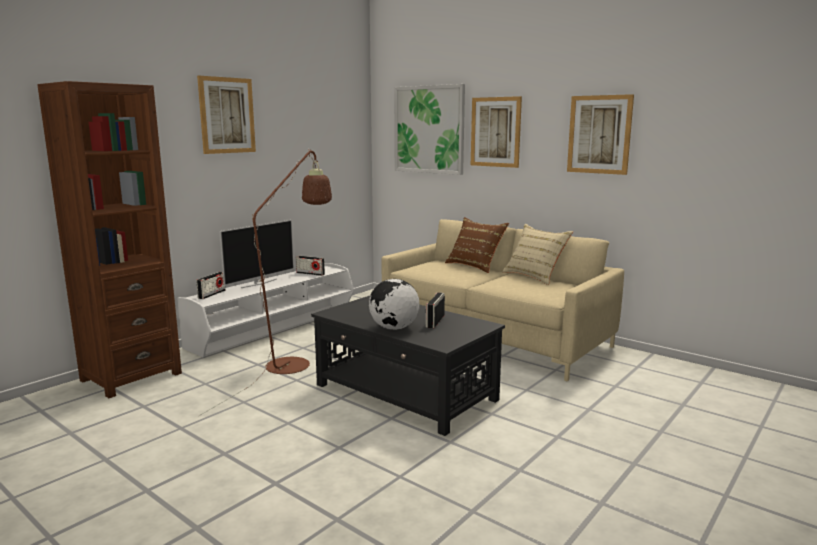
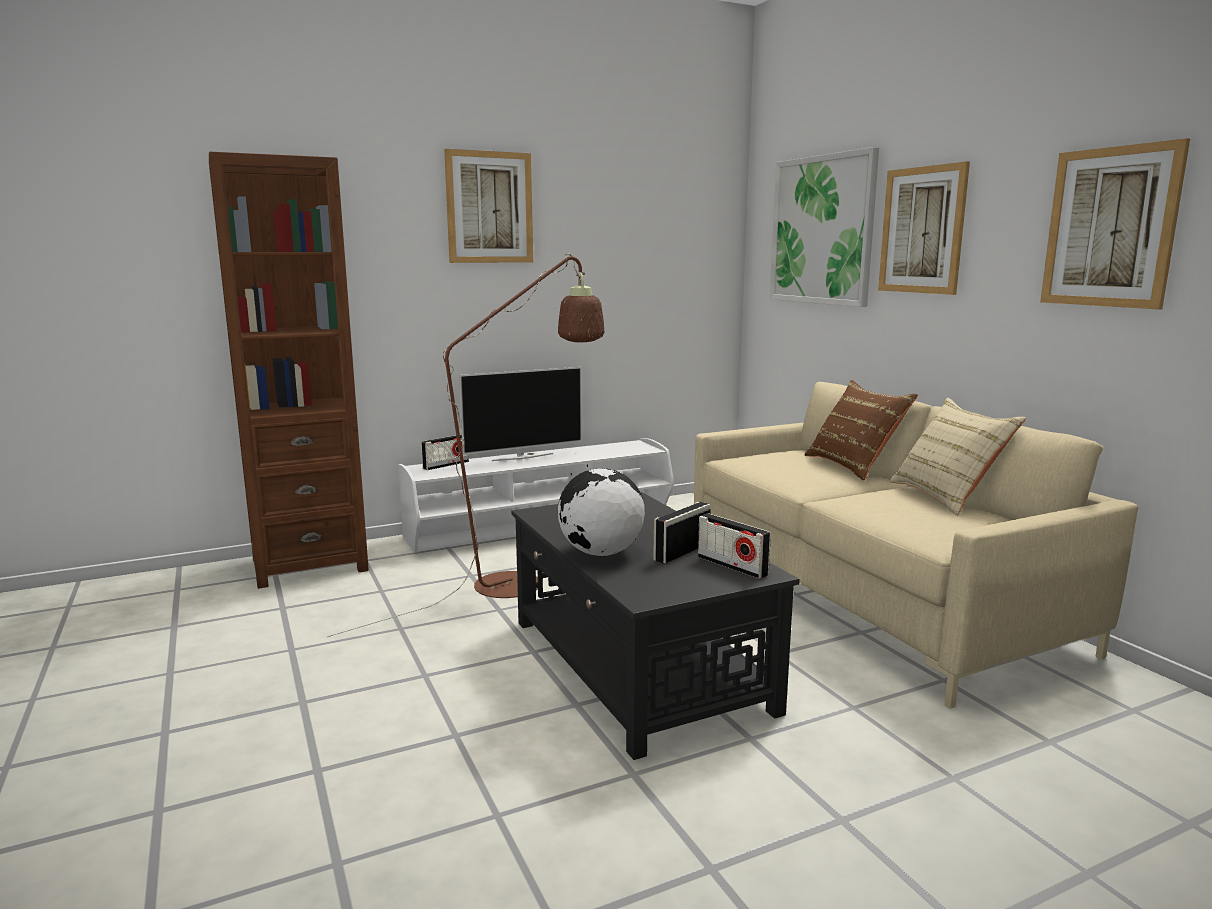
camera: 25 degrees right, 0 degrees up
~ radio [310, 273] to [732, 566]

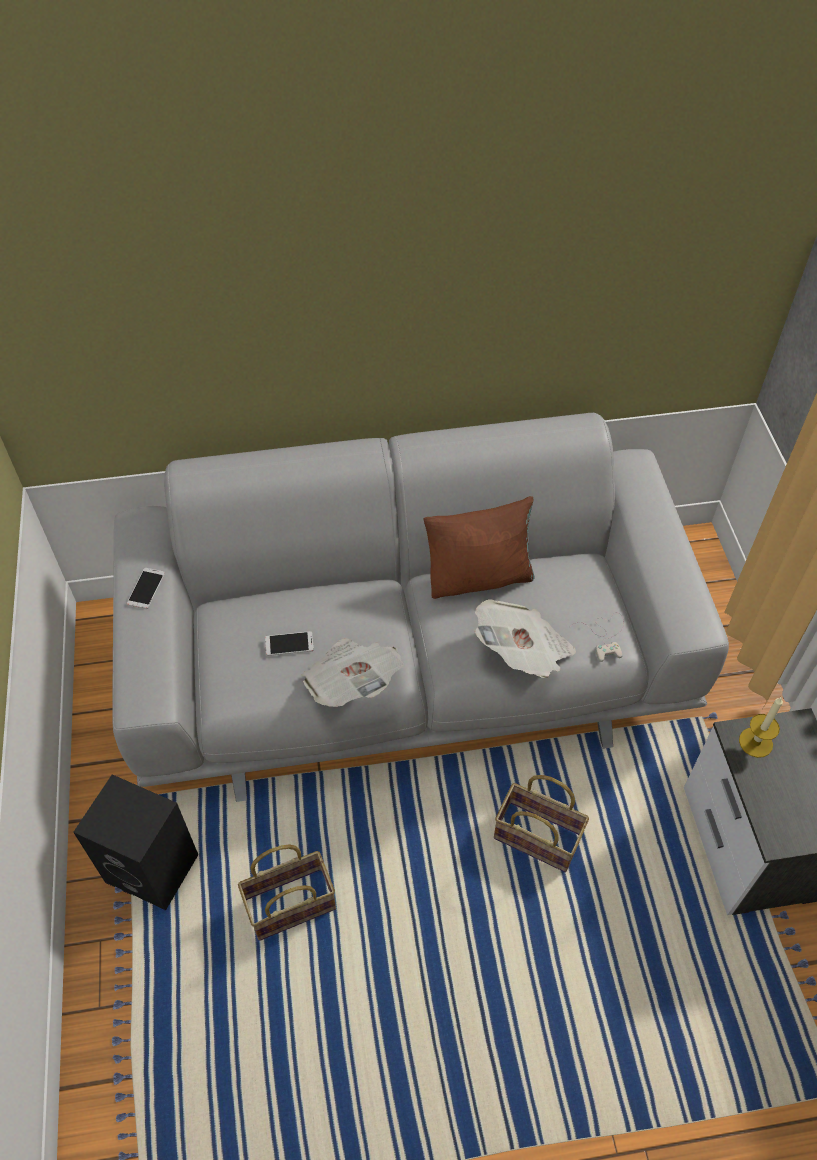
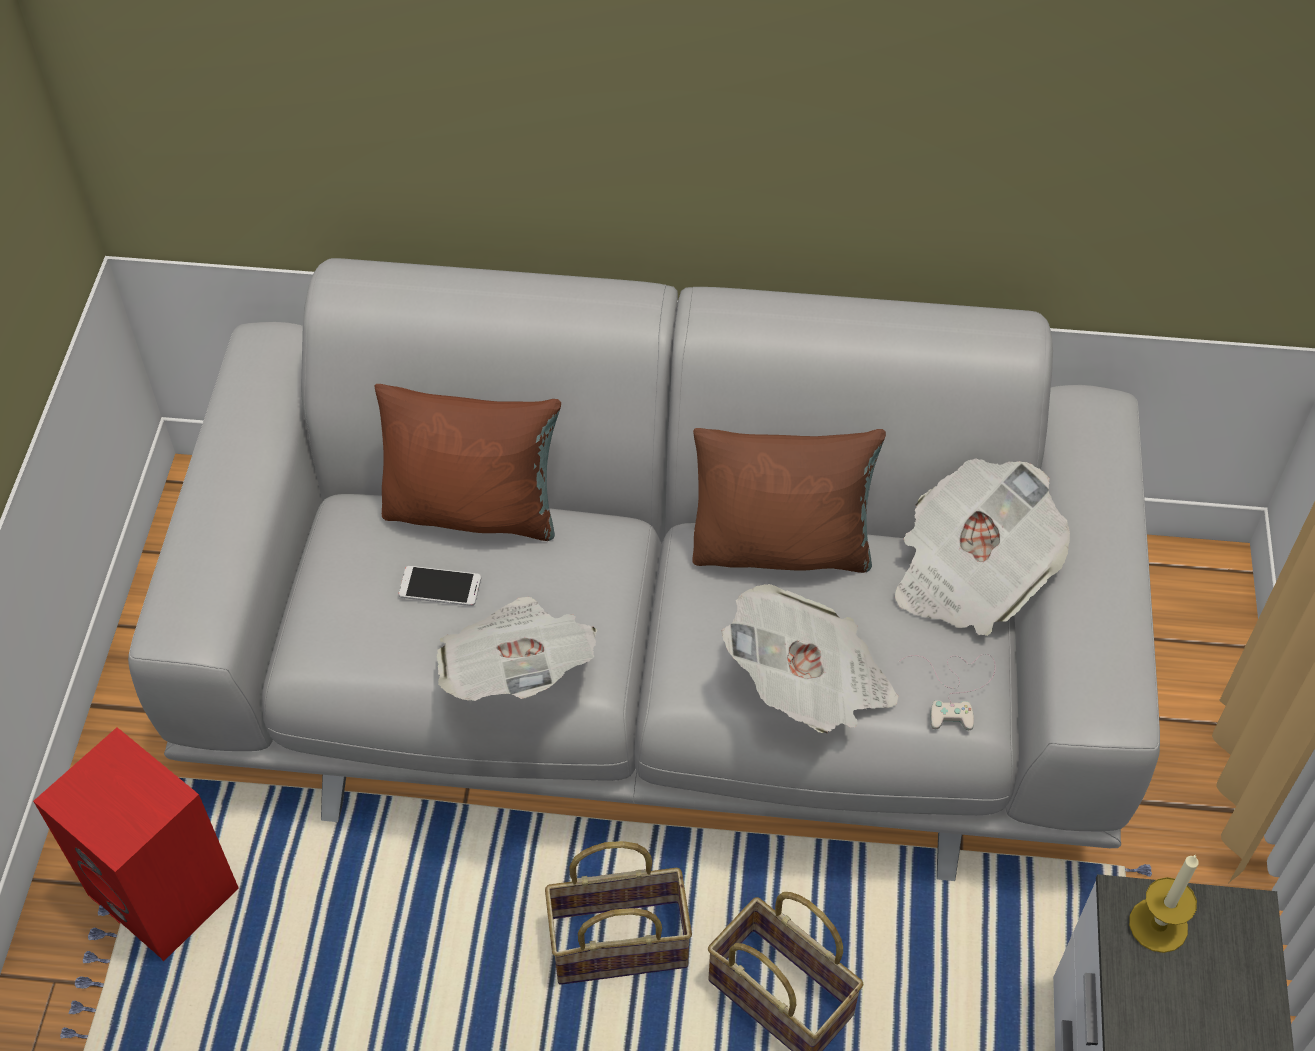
camera: 15 degrees right, 0 degrees up
- móvil [146, 588]
+ cojín [marrón] [474, 510]
+ periódico [969, 573]
~ cesta [292, 902] to [622, 940]
~ altavoz [negro] [155, 868] to altavoz [rojo] [168, 892]

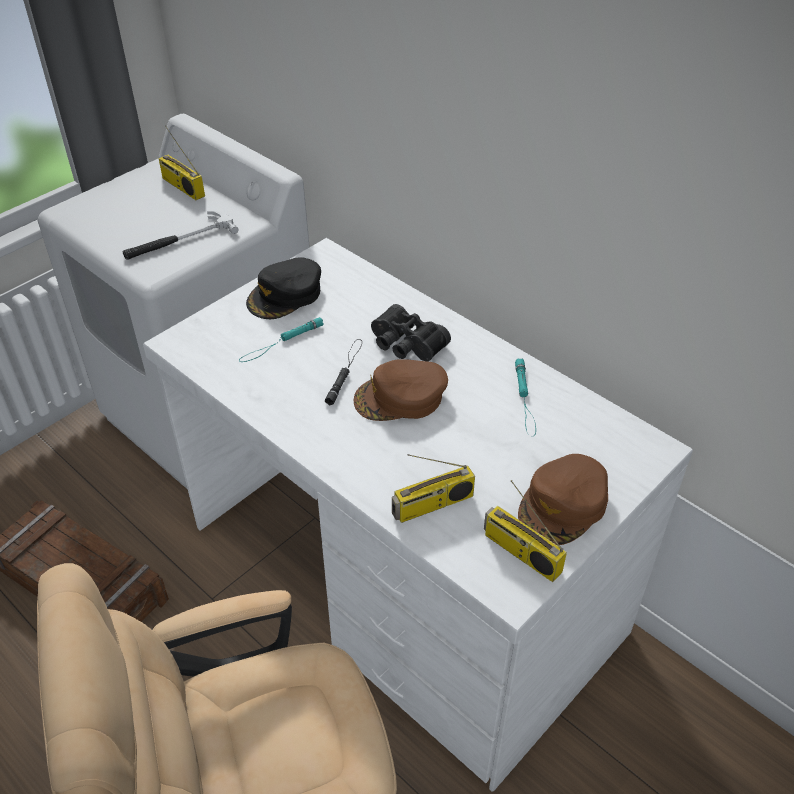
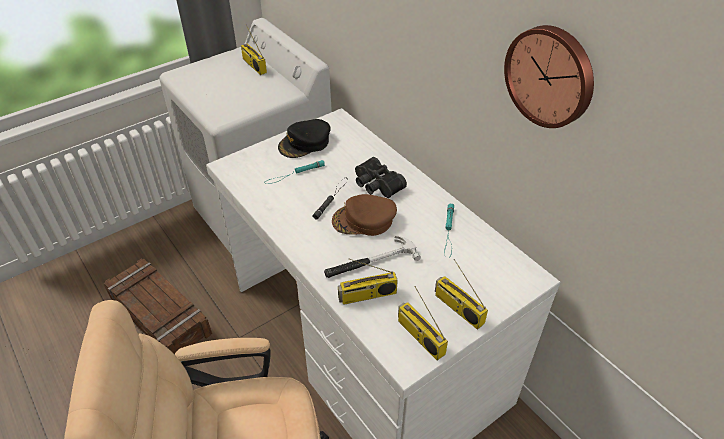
camera: 10 degrees right, 0 degrees up
+ reloj de pared [550, 76]
~ martillo [179, 240] to [370, 262]
~ gorra [marrón] [563, 506] to radio [457, 308]

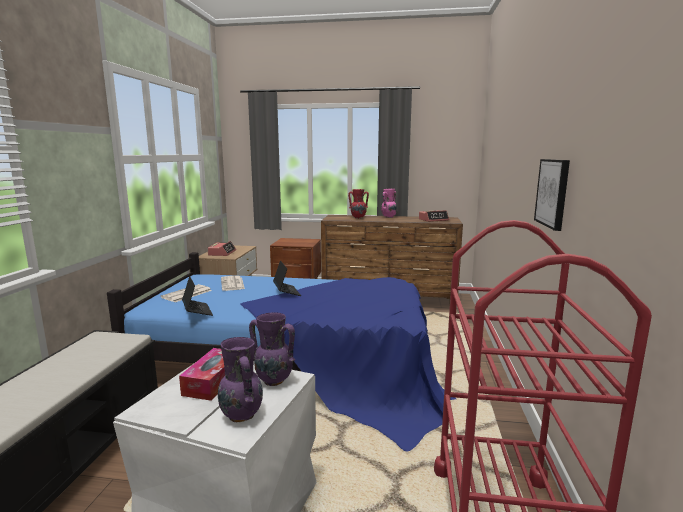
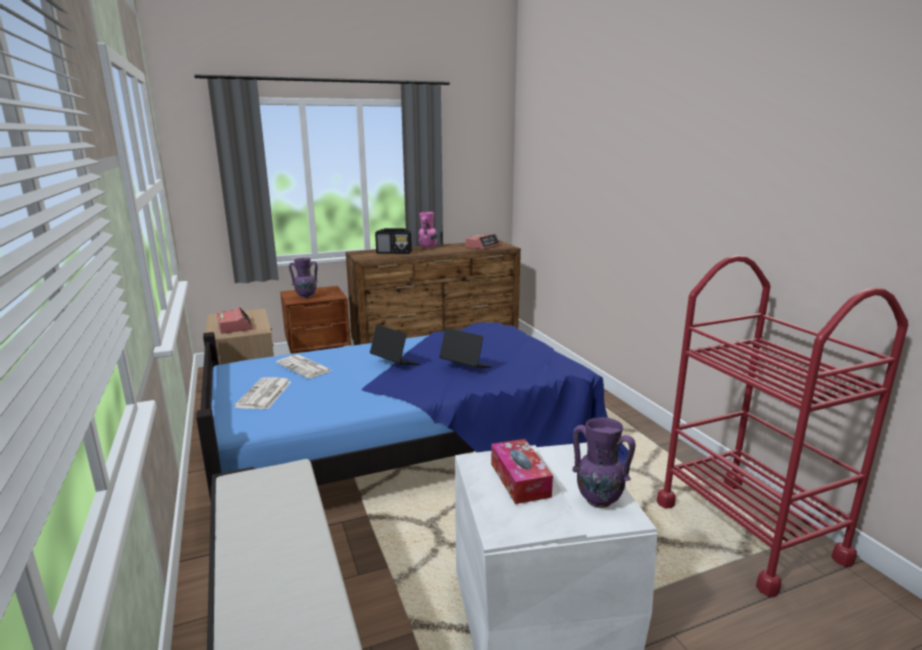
camera: 30 degrees left, 5 degrees up
- cuadro [553, 192]
~ portátil [197, 311] to [465, 367]
~ florero [morado] [274, 380] to [306, 296]
~ florero [rojo] [358, 218] to radio [394, 253]

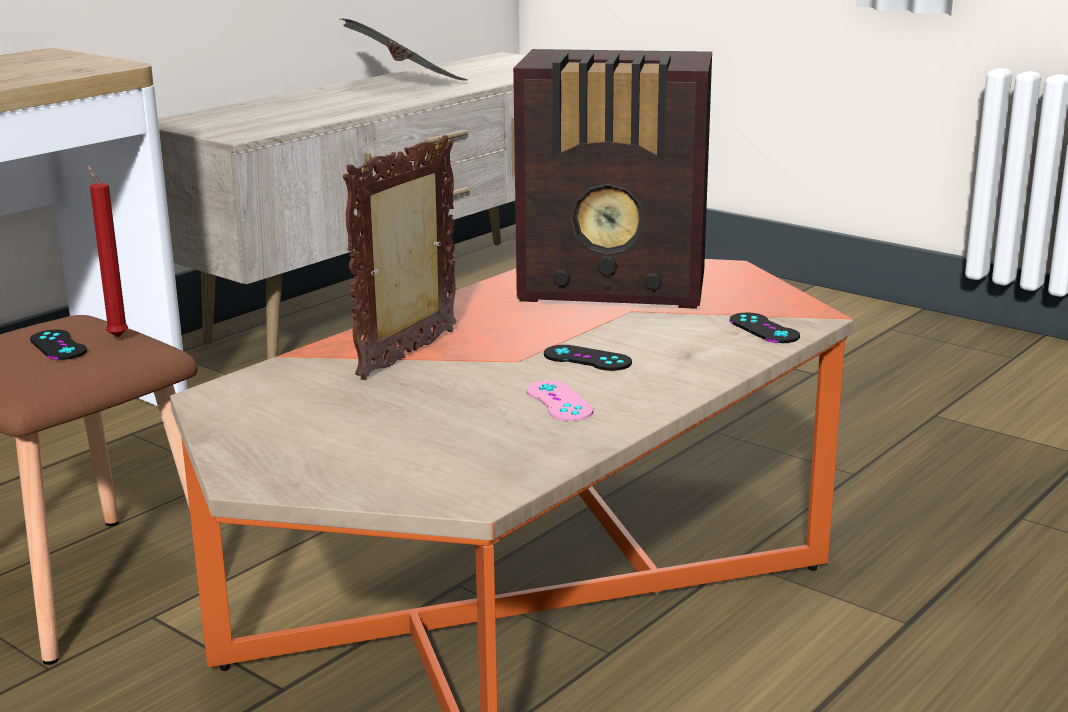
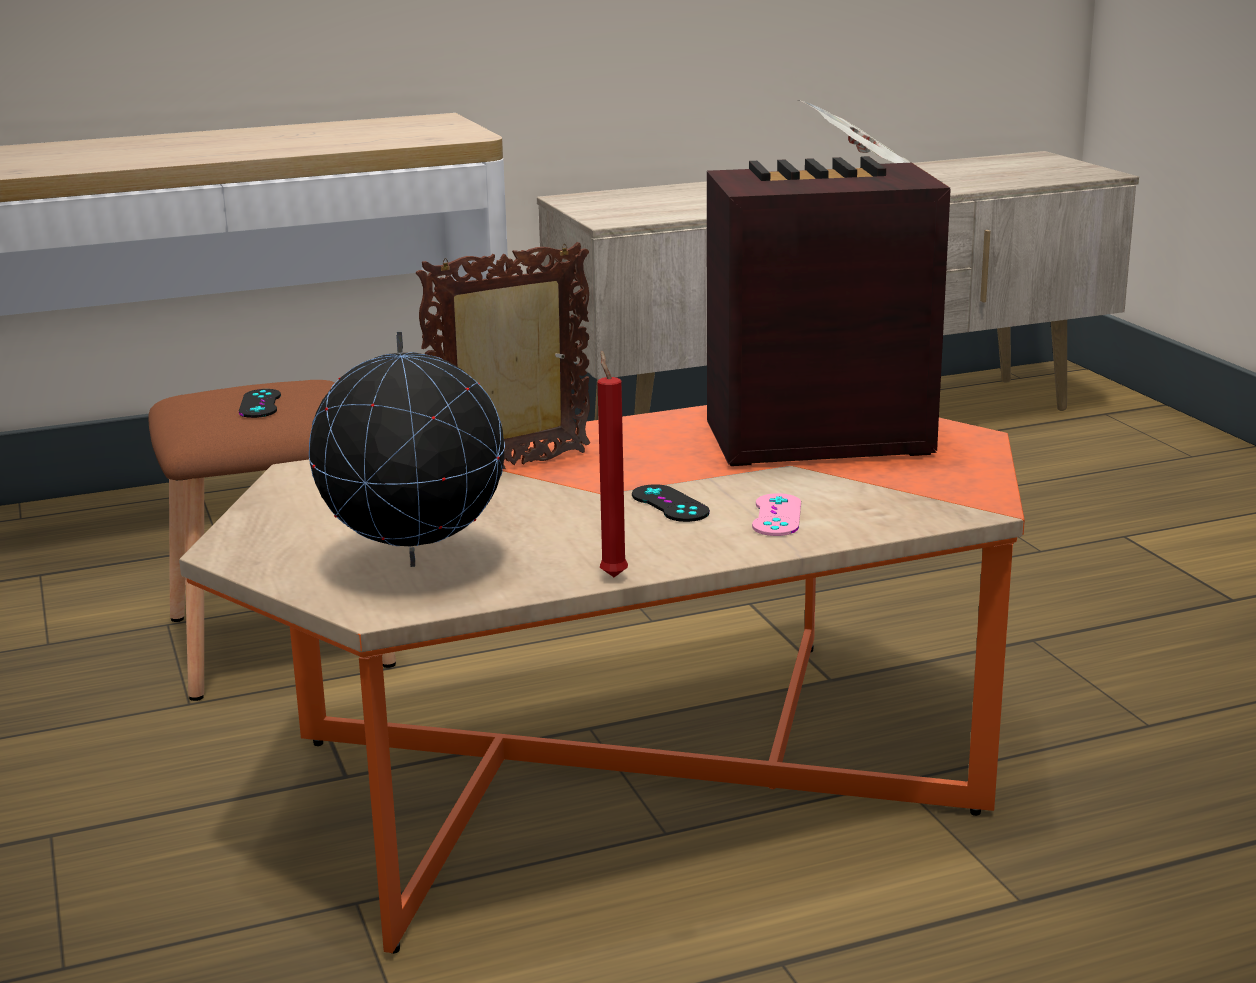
camera: 30 degrees right, 0 degrees up
- mando de consola [negro] [764, 329]
+ globo terráqueo [416, 564]
~ vela [rojo] [116, 336] to [613, 575]
~ mando de consola [rosa] [559, 401] to [777, 515]
~ radio [617, 289] = [812, 438] 135 degrees clockwise

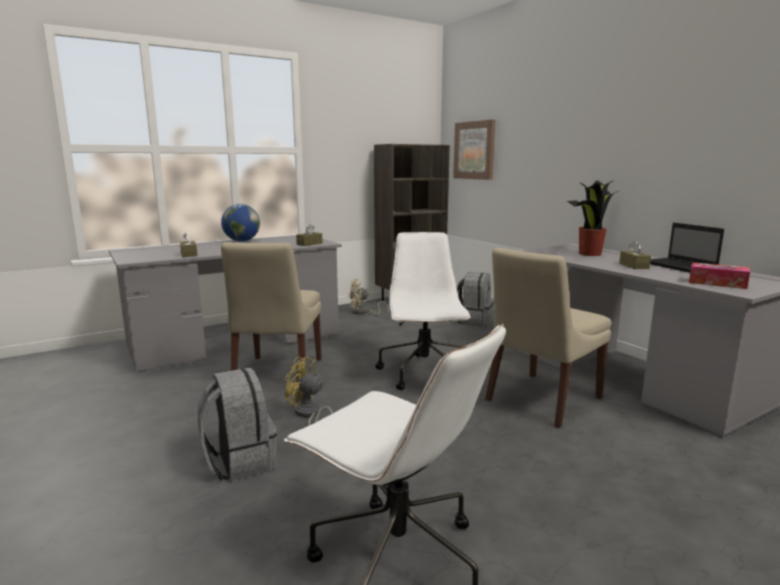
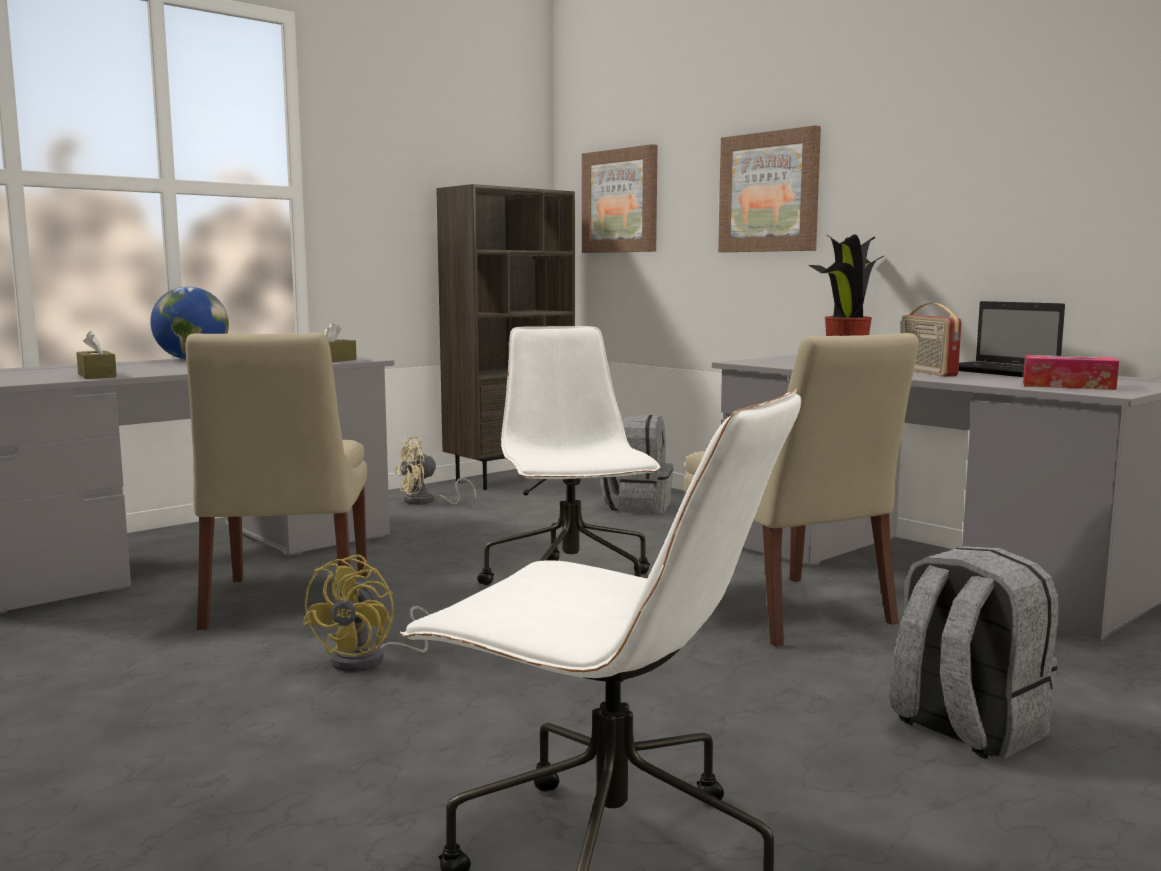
camera: 10 degrees left, 5 degrees down
+ cuadro [769, 192]
~ mochila [gris] [239, 461] to [965, 729]
~ caja de pañuelos [marrón] [634, 266] to radio [926, 372]
~ ventilador [amarillo] [308, 414] = [370, 660] 90 degrees counterclockwise
~ silla [beis] [541, 400] = [791, 612] 60 degrees counterclockwise

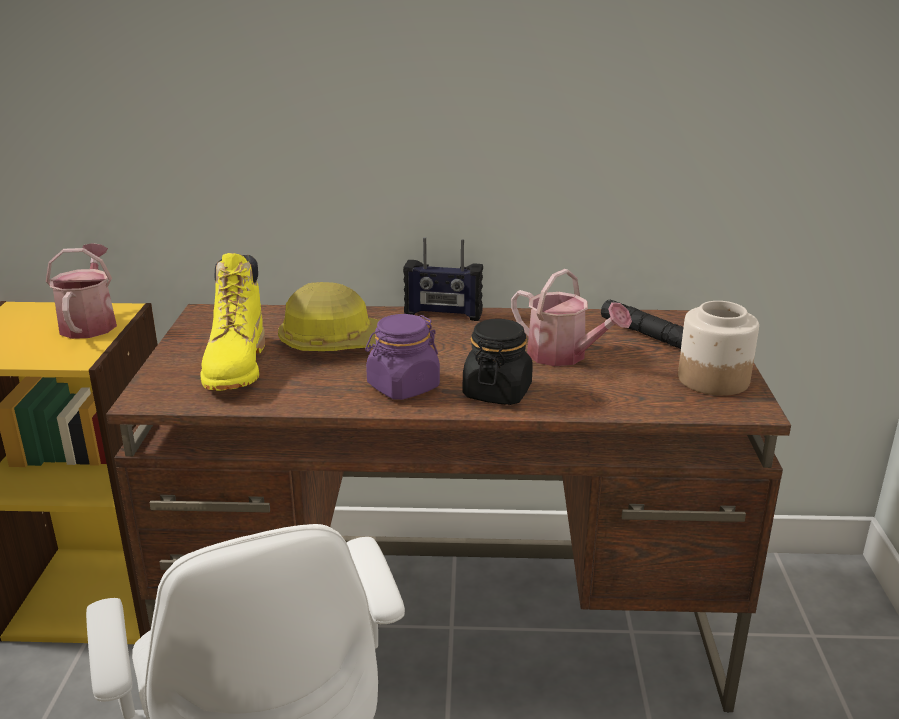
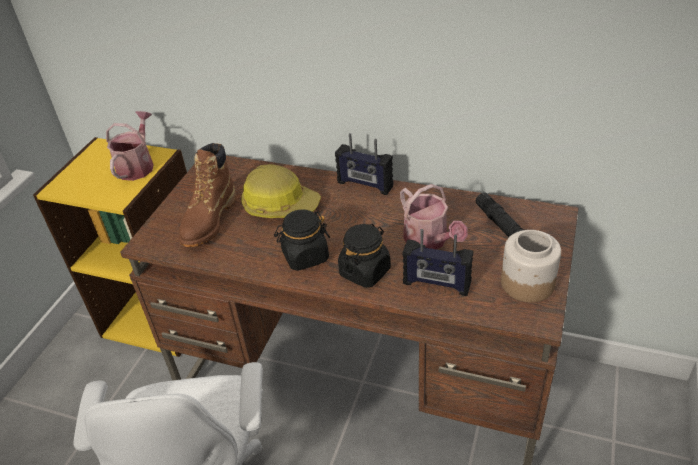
camera: 20 degrees right, 15 degrees up
+ radio [436, 284]
~ bota [amarillo] [236, 367] to bota [marrón] [209, 220]
~ tarro [morado] [403, 387] to tarro [negro] [305, 256]

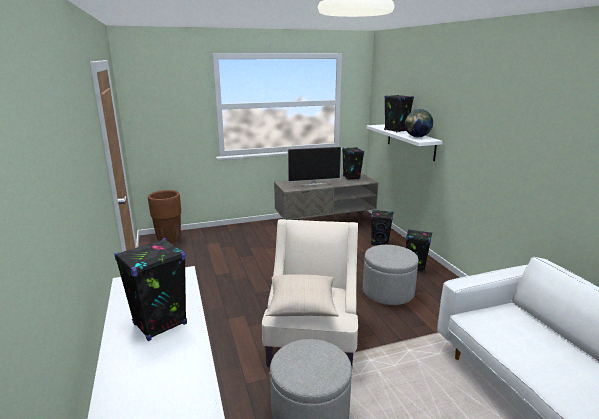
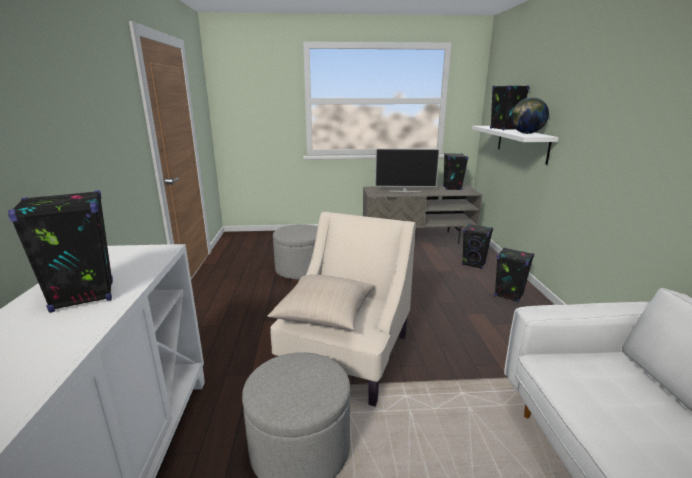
camera: 15 degrees right, 0 degrees up
- maceta [marrón] [169, 239]
~ puf [gris] [388, 292] to [300, 269]

